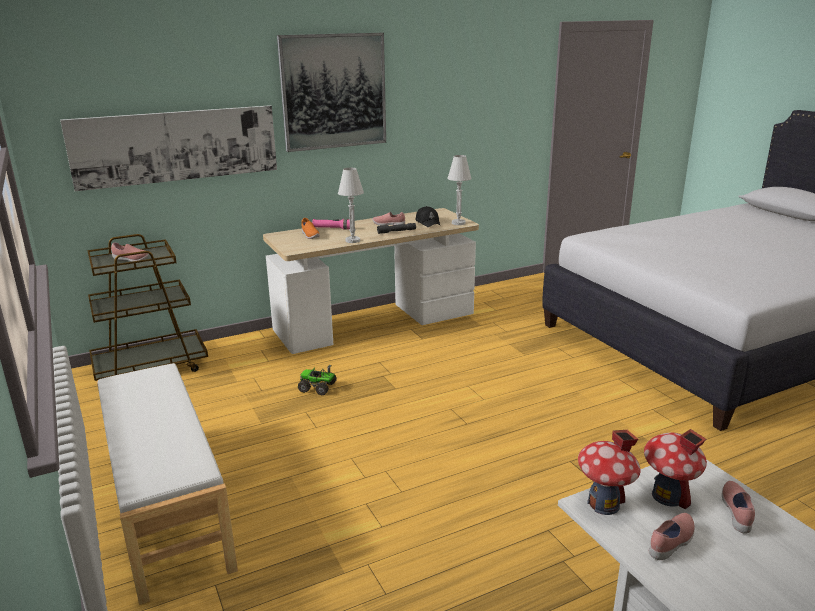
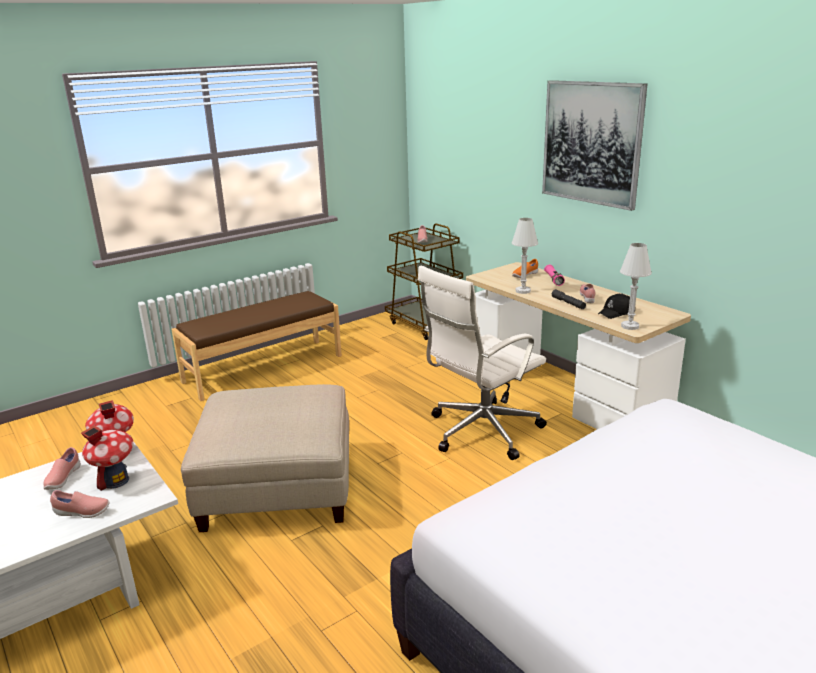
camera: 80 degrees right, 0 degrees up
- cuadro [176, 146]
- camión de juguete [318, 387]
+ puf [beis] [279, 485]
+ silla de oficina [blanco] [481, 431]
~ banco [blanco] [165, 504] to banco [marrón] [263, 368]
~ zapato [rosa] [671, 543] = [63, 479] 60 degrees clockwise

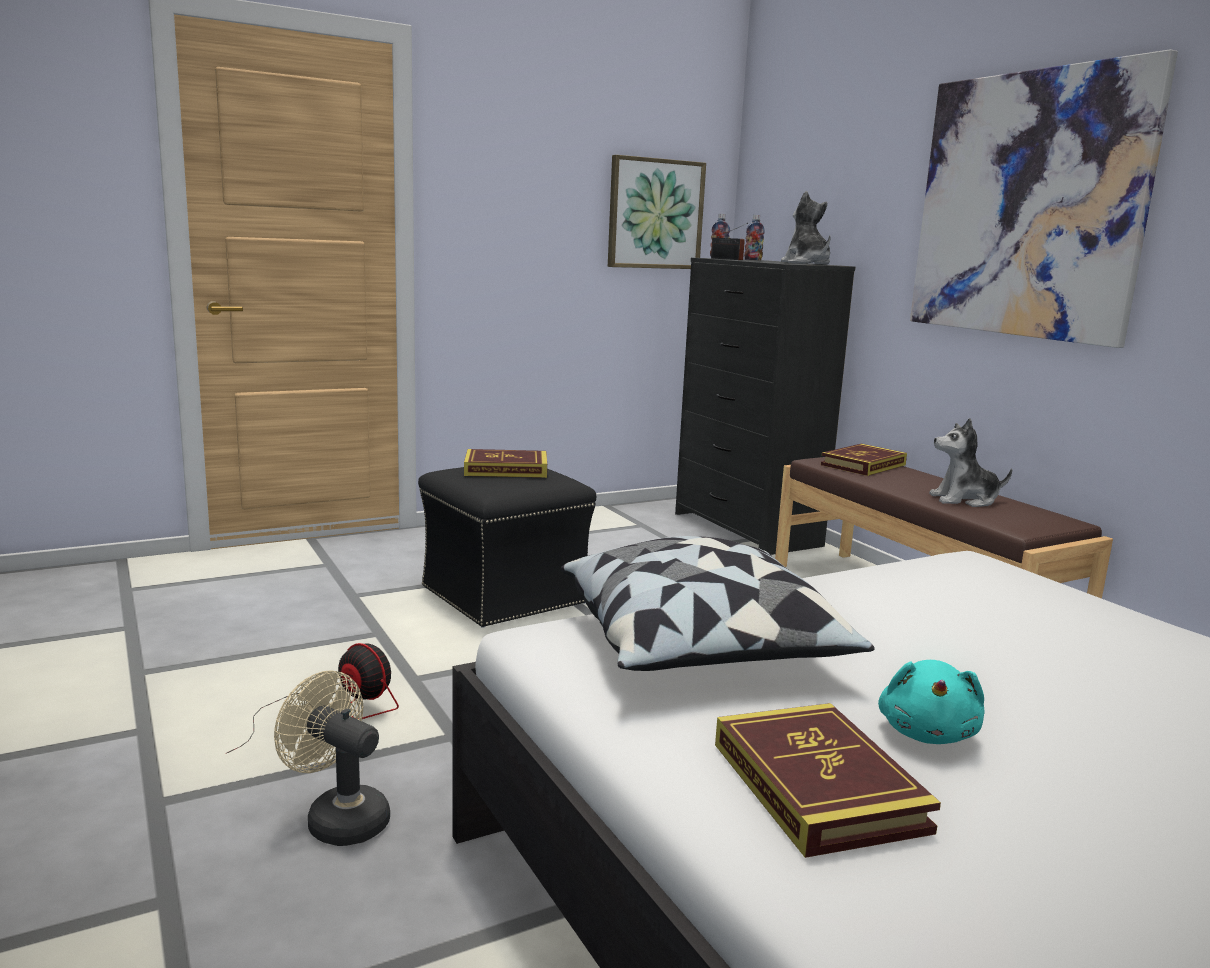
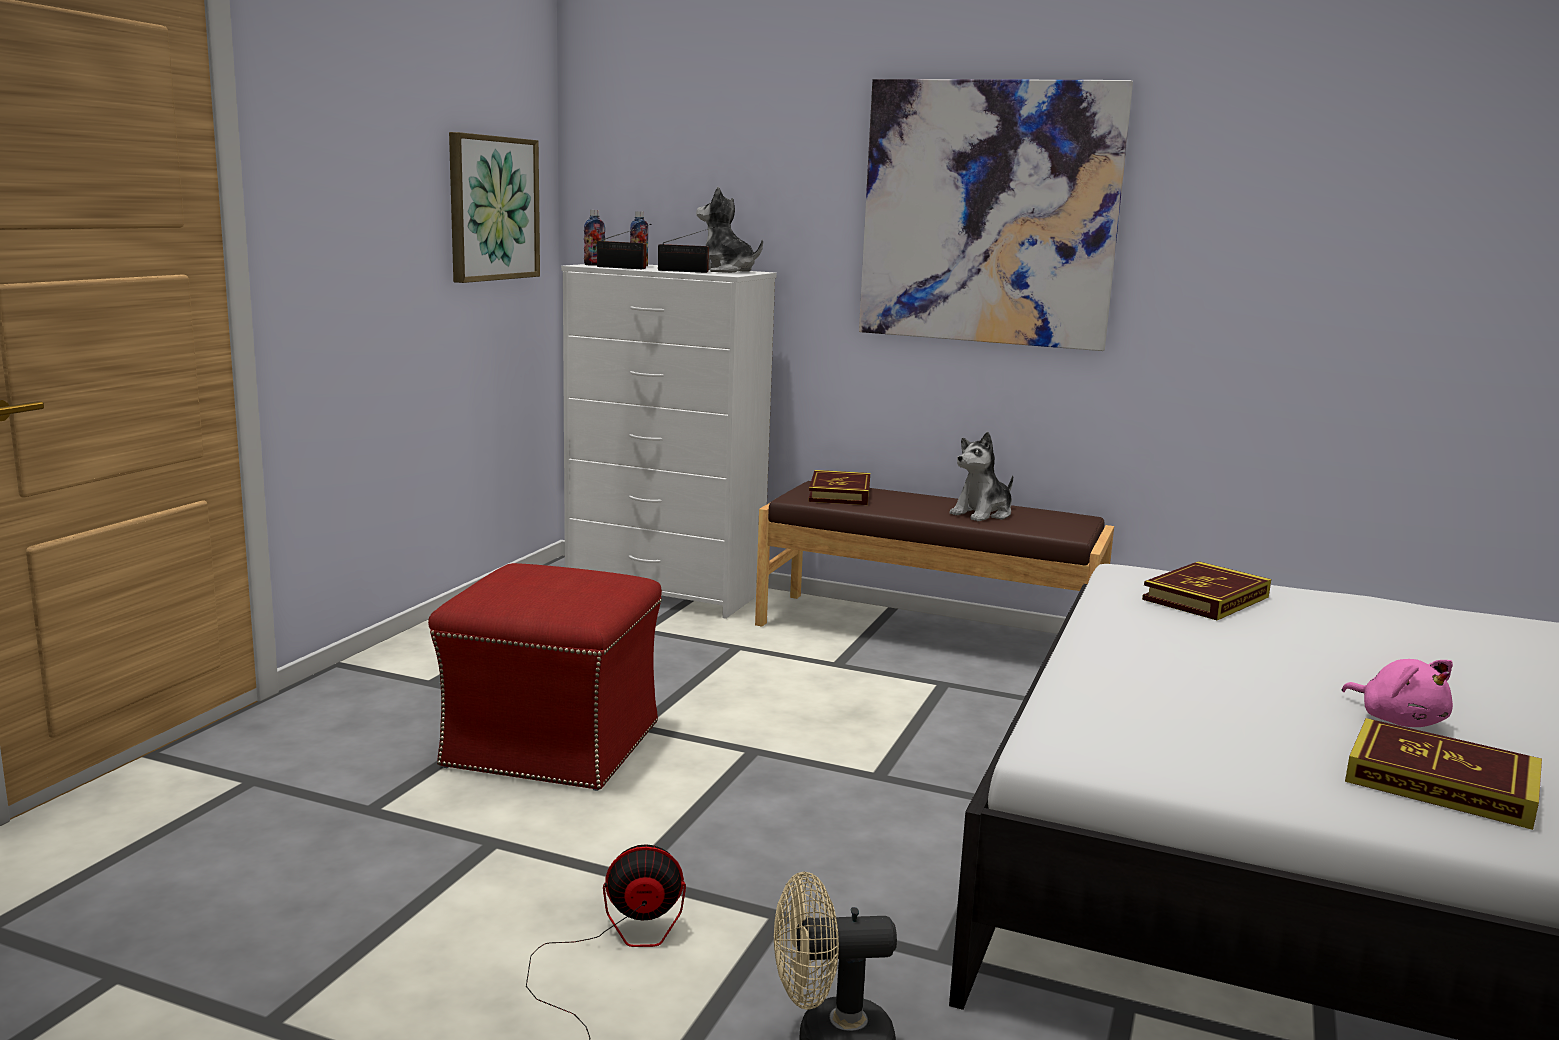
camera: 40 degrees left, 0 degrees up
- cojín [703, 649]
+ radio [685, 271]
~ libro [506, 469] to [1206, 598]
~ puf [negro] [503, 594] to puf [rojo] [550, 744]
~ cómoda [negro] [747, 530] to cómoda [blanco] [666, 591]
~ peluche [turquesa] [927, 733] to peluche [rosa] [1398, 720]

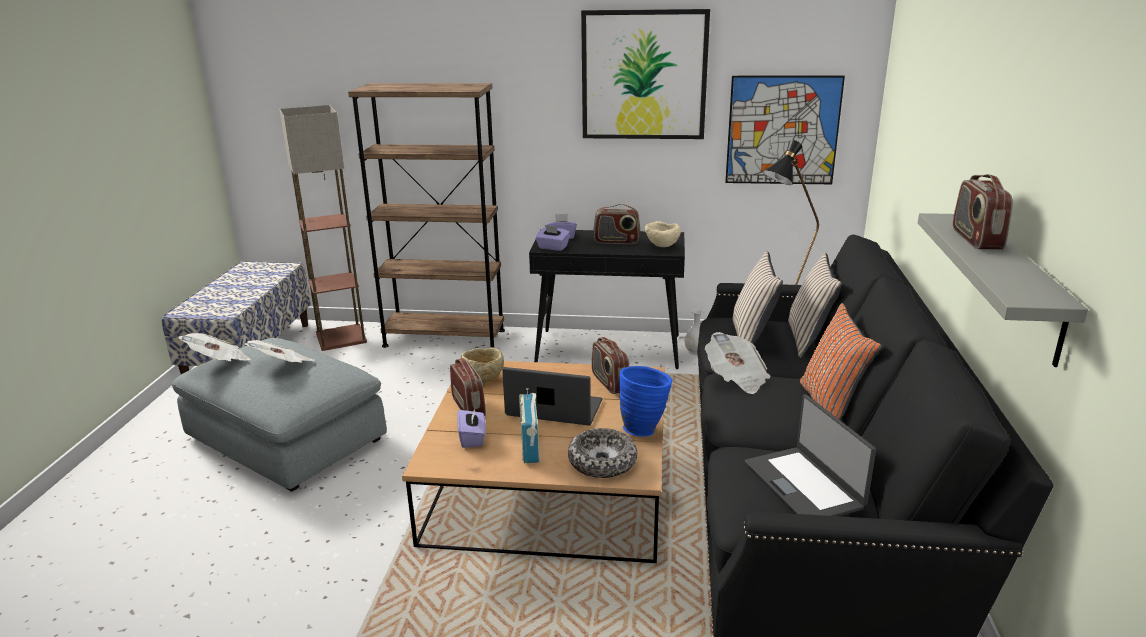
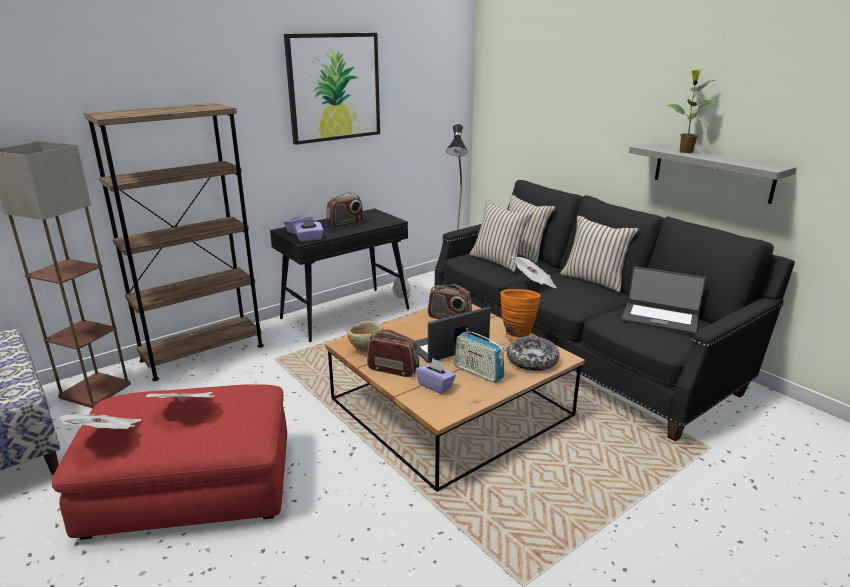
camera: 45 degrees left, 0 degrees up
- cuenco [beis] [661, 247]
- cuadro [782, 130]
~ radio [975, 239] to planta en maceta [685, 152]
~ puf [gris] [285, 439] to puf [rojo] [190, 487]
~ florero [azul] [644, 429] to florero [naranja] [516, 334]
~ cojín [naranja] [831, 406] to cojín [beis] [594, 280]

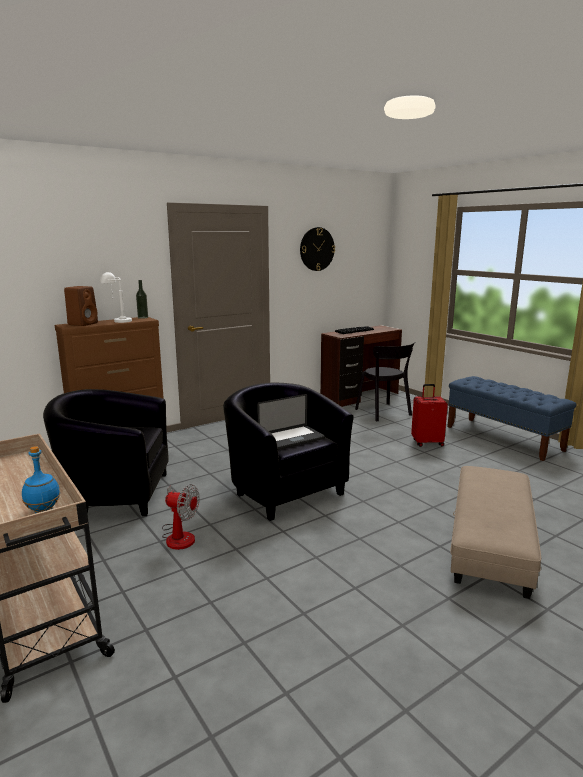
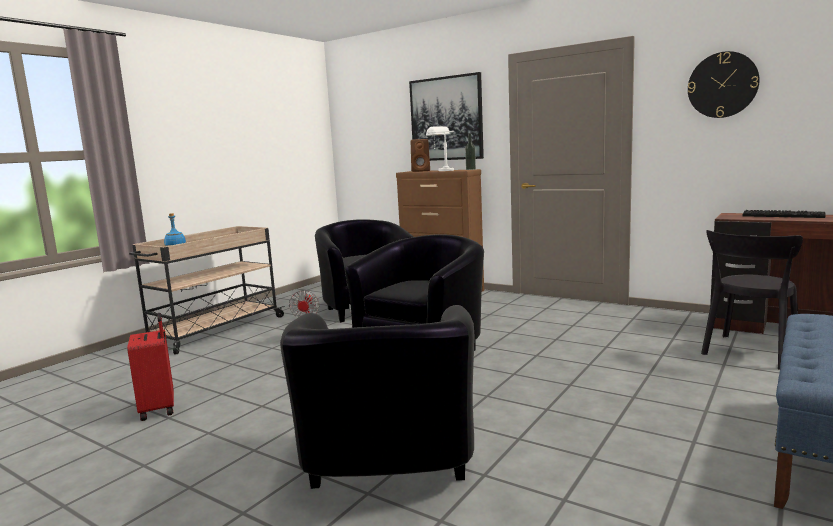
camera: 70 degrees right, 5 degrees down
- portátil [291, 438]
+ cuadro [446, 119]
~ maleta [rojo] [427, 443] to [159, 409]
~ puf [beis] [490, 541] to sillón [negro] [388, 466]

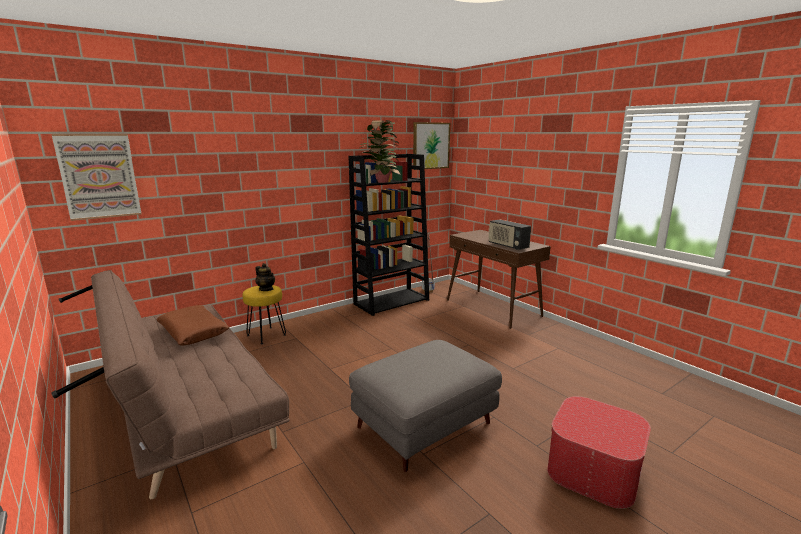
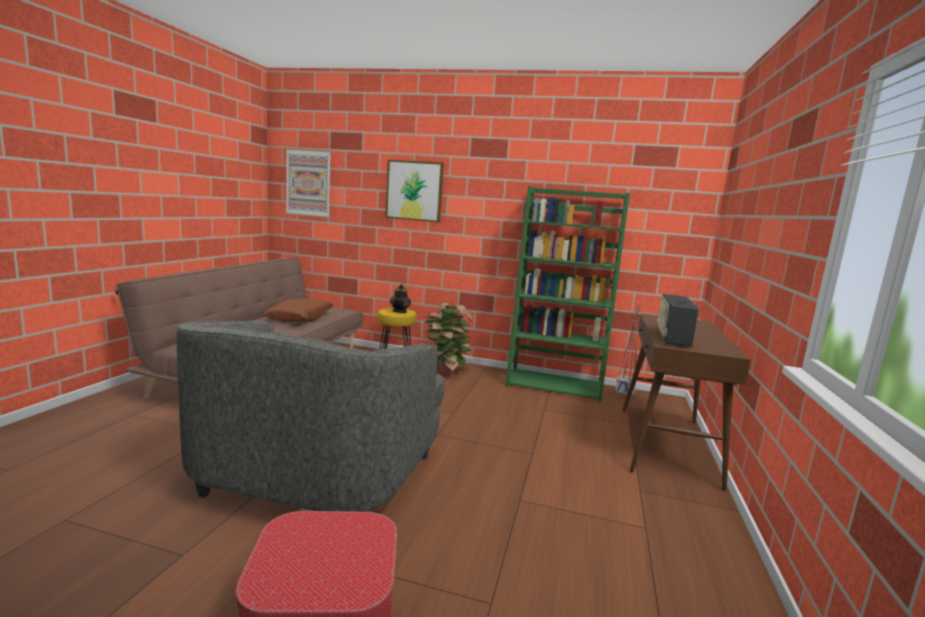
camera: 50 degrees right, 5 degrees down
~ planta en maceta [381, 182] to [446, 371]
~ cuadro [431, 145] to [414, 191]
~ puf [gris] [424, 426] to sillón [gris] [318, 472]
~ estantería [negro] [392, 302] to estantería [verde] [555, 385]

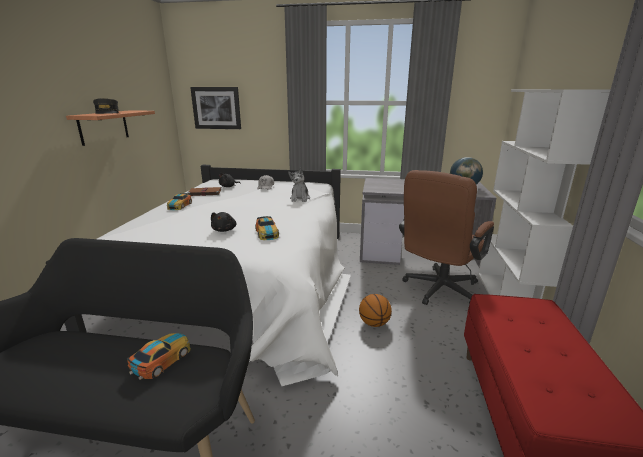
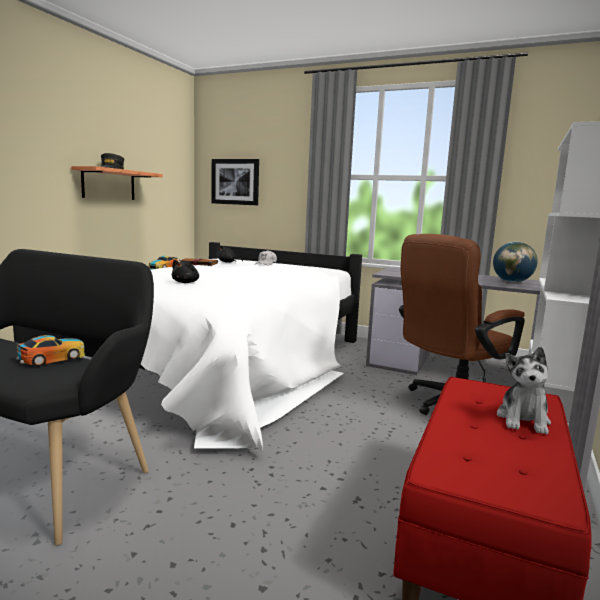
camera: 15 degrees right, 10 degrees down
- coche de juguete [267, 233]
- balón de baloncesto [374, 323]
~ peluche [300, 198] to [523, 420]

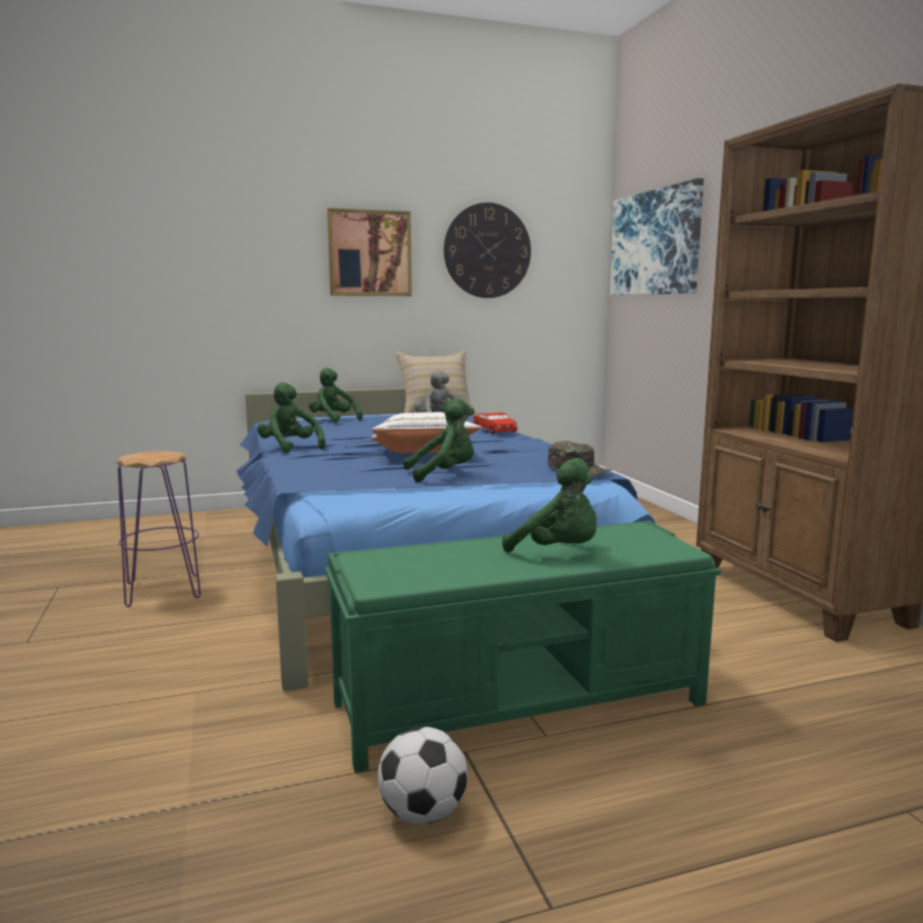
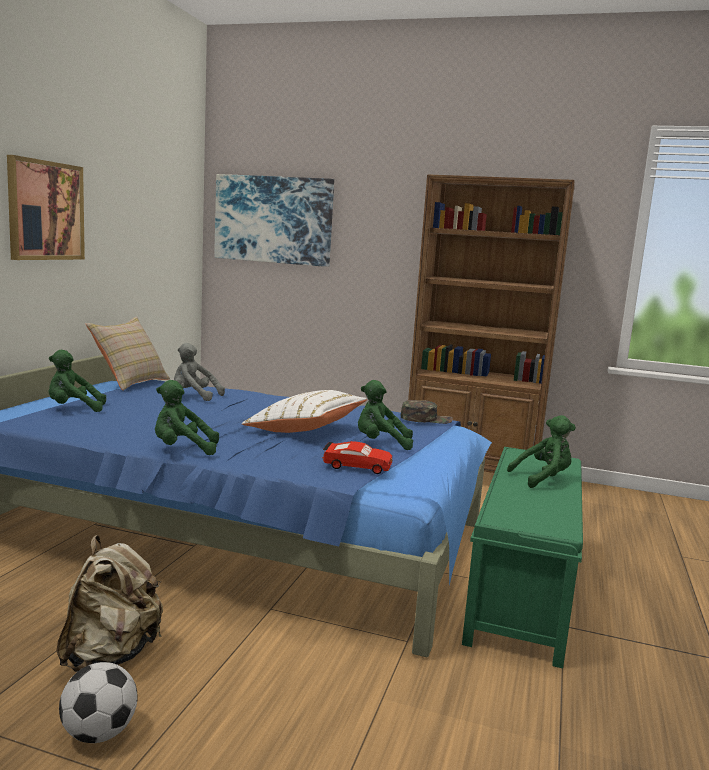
camera: 55 degrees left, 0 degrees up
- reloj de pared [487, 251]
~ balón de fútbol [422, 813] to [98, 733]
~ coche de juguete [rojo] [494, 430] to [357, 466]
~ taburete [morado] [164, 590] to mochila [beis] [111, 655]
~ peluche [verde] [444, 474] = [381, 444] 105 degrees counterclockwise

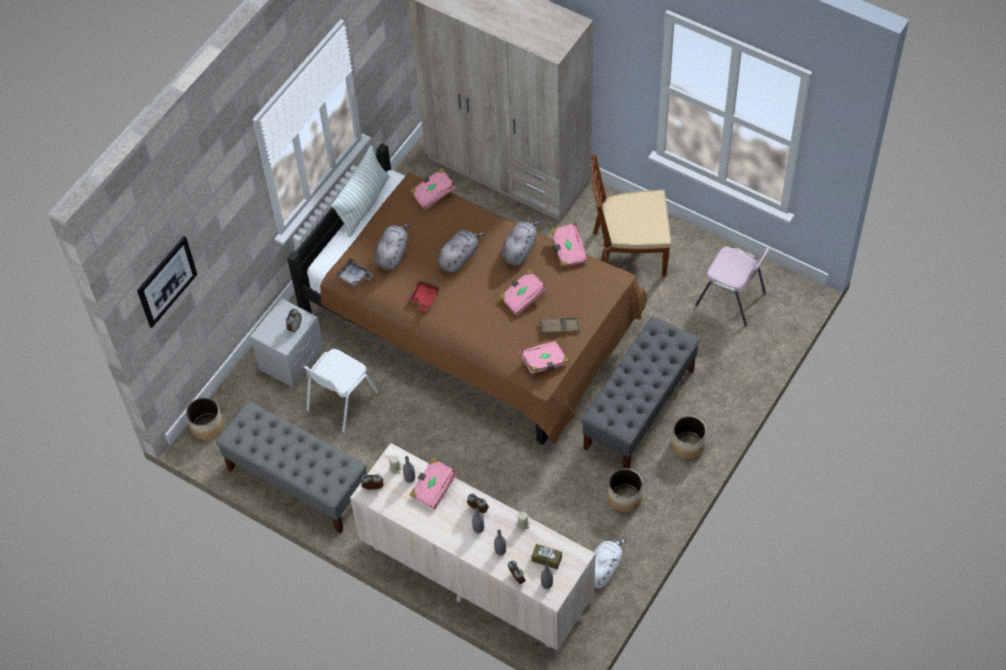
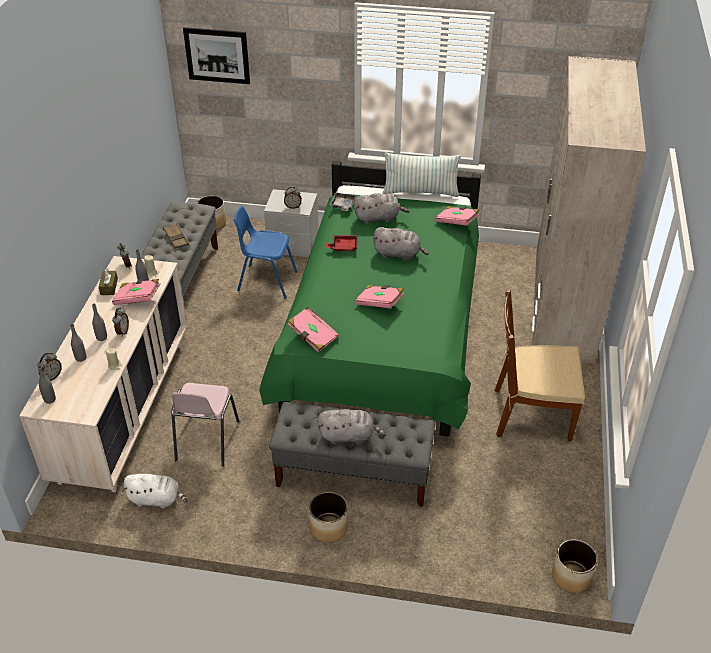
camera: 65 degrees right, 15 degrees down
- libro [rosa] [568, 250]
~ peluche [gris] [519, 250] to [349, 436]
~ caja de pañuelos [marrón] [546, 559] to [109, 287]
~ bandeja [marrón] [560, 327] to [176, 238]
~ maceta [624, 497] to [571, 576]
~ silla [rosa] [731, 299] to [206, 441]
~ cama [marrón] [473, 326] to cama [verde] [383, 333]
~ silla [blanco] [341, 402] to silla [azul] [266, 281]
~ silla [marrón] [628, 253] = [531, 414] 60 degrees counterclockwise

